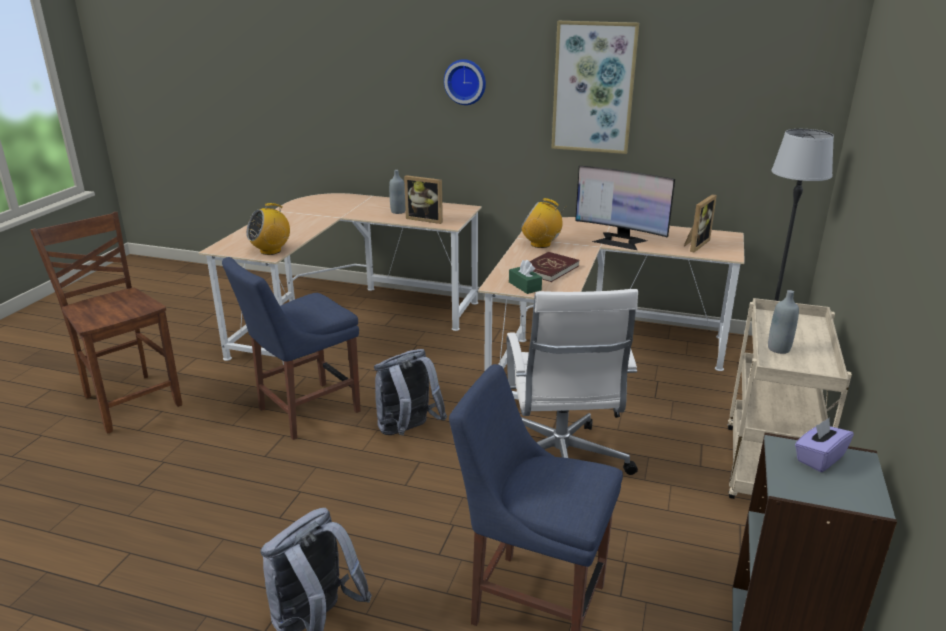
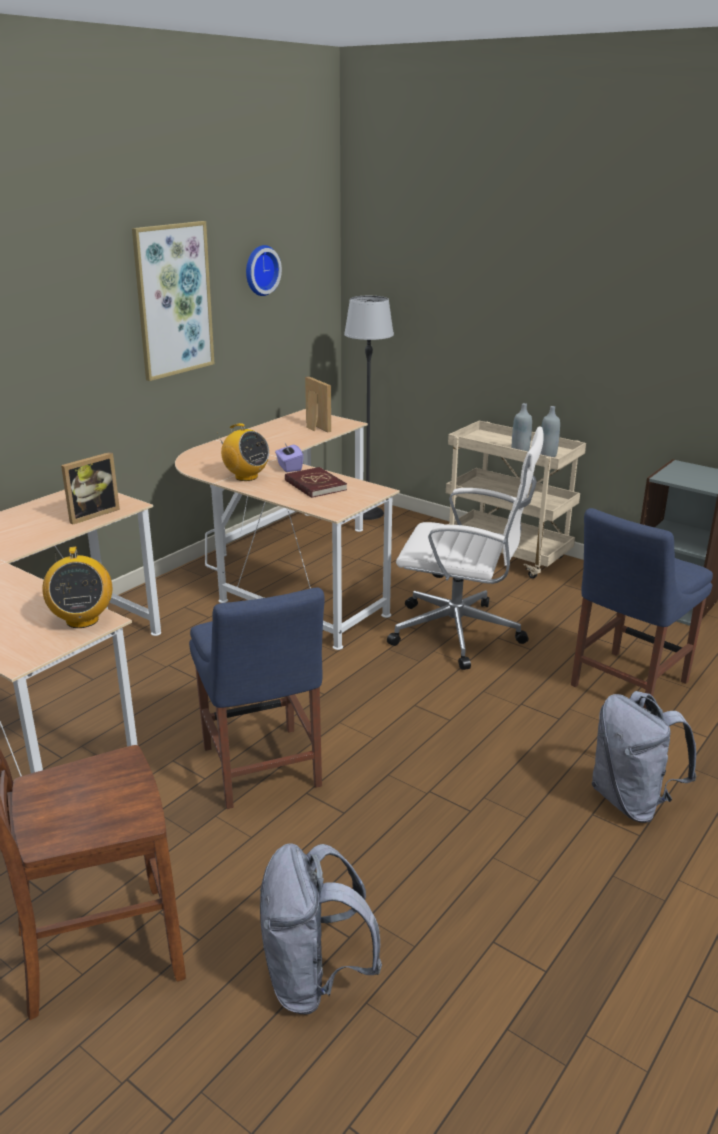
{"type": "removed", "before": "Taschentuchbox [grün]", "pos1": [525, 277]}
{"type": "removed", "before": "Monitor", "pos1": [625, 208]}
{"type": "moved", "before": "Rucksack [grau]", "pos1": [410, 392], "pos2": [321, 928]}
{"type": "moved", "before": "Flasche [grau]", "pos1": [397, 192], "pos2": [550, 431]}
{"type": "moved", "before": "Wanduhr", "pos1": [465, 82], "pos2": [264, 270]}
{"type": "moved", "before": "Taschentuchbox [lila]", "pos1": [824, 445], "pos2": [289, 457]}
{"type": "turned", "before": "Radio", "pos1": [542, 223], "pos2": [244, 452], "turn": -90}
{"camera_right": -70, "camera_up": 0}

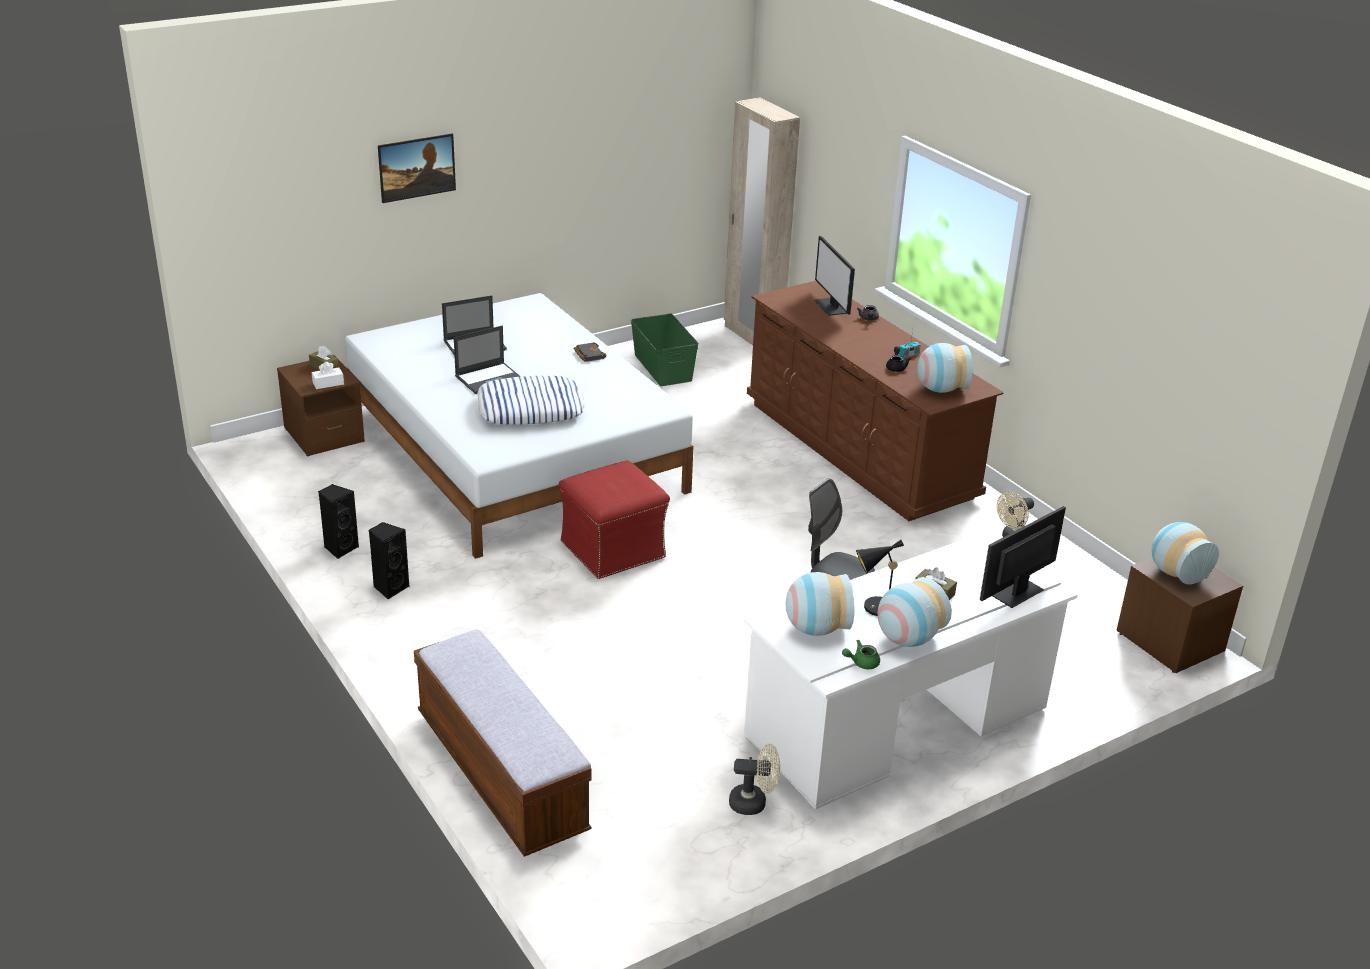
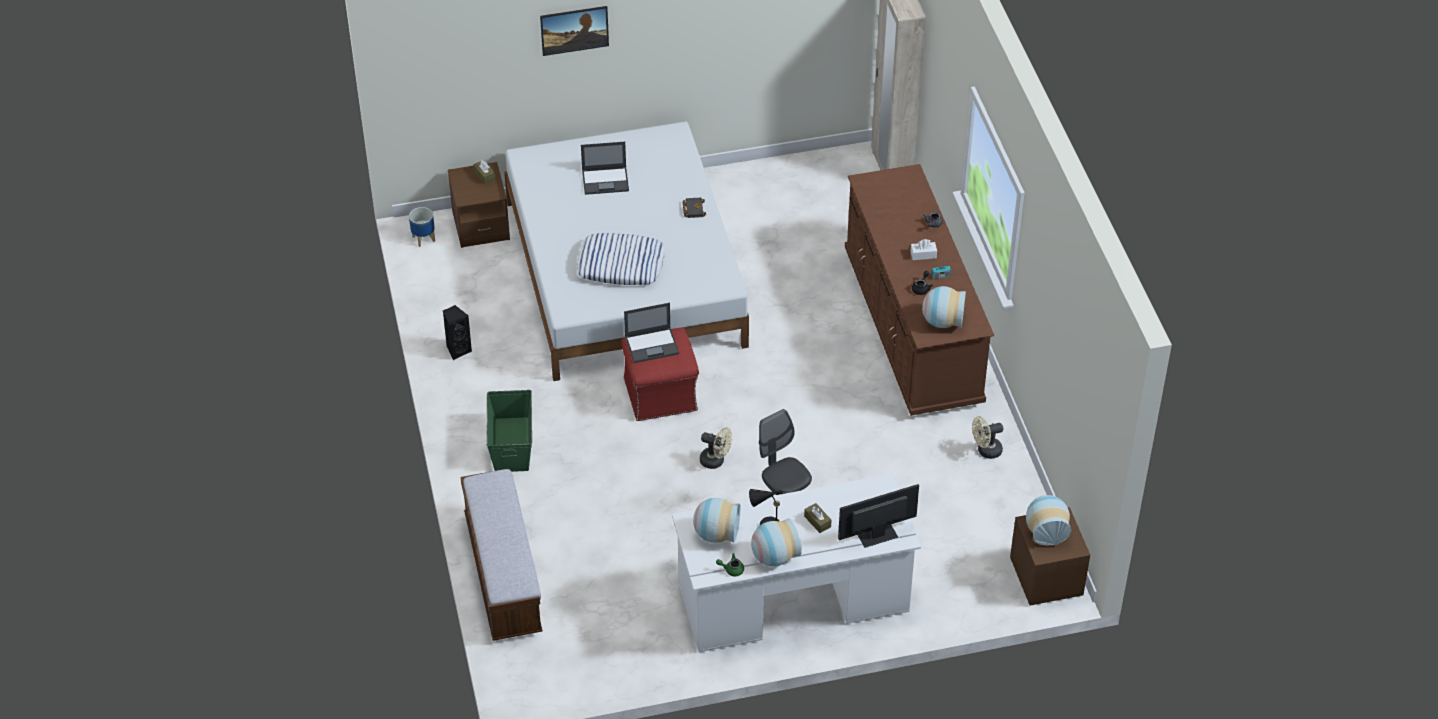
{"type": "removed", "before": "Lautsprecher [schwarz]", "pos1": [389, 561]}
{"type": "removed", "before": "Monitor", "pos1": [834, 276]}
{"type": "added", "after": "Pflanzkübel", "pos2": [422, 227]}
{"type": "moved", "before": "Taschentuchbox [weiß]", "pos1": [328, 375], "pos2": [924, 249]}
{"type": "moved", "before": "Laptop", "pos1": [487, 359], "pos2": [651, 333]}
{"type": "moved", "before": "Aufbewahrungsbox [grün]", "pos1": [665, 349], "pos2": [509, 431]}
{"type": "moved", "before": "Ventilator [beige]", "pos1": [754, 779], "pos2": [716, 448]}
{"camera_right": 20, "camera_up": 15}

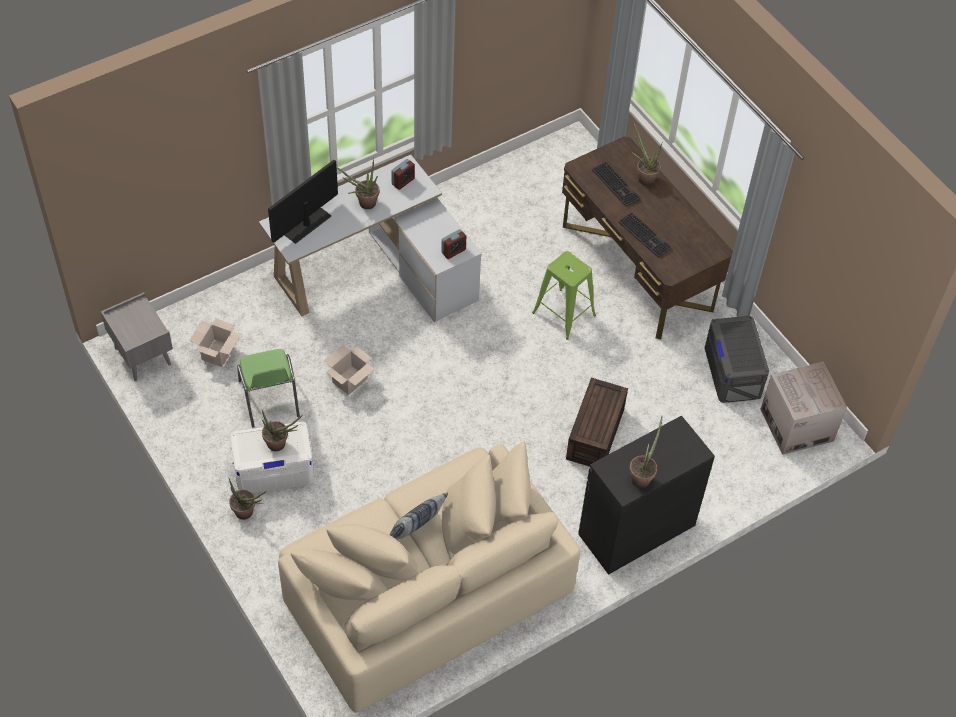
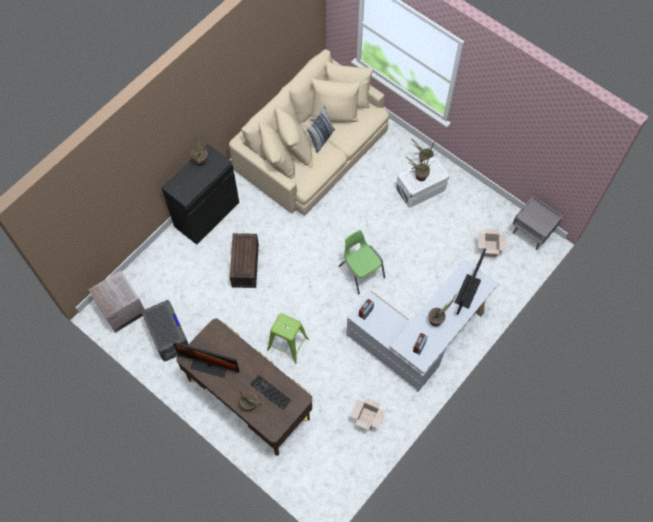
{"type": "removed", "before": "Tastatur", "pos1": [644, 235]}
{"type": "added", "after": "Monitor", "pos2": [206, 360]}
{"type": "moved", "before": "Stuhl [grün]", "pos1": [268, 388], "pos2": [362, 262]}
{"type": "moved", "before": "Karton", "pos1": [349, 369], "pos2": [368, 414]}
{"camera_right": 165, "camera_up": 10}

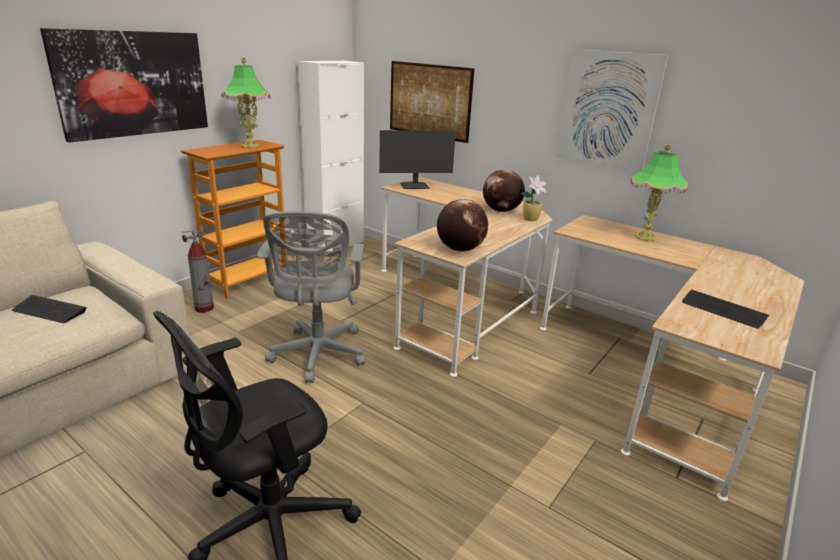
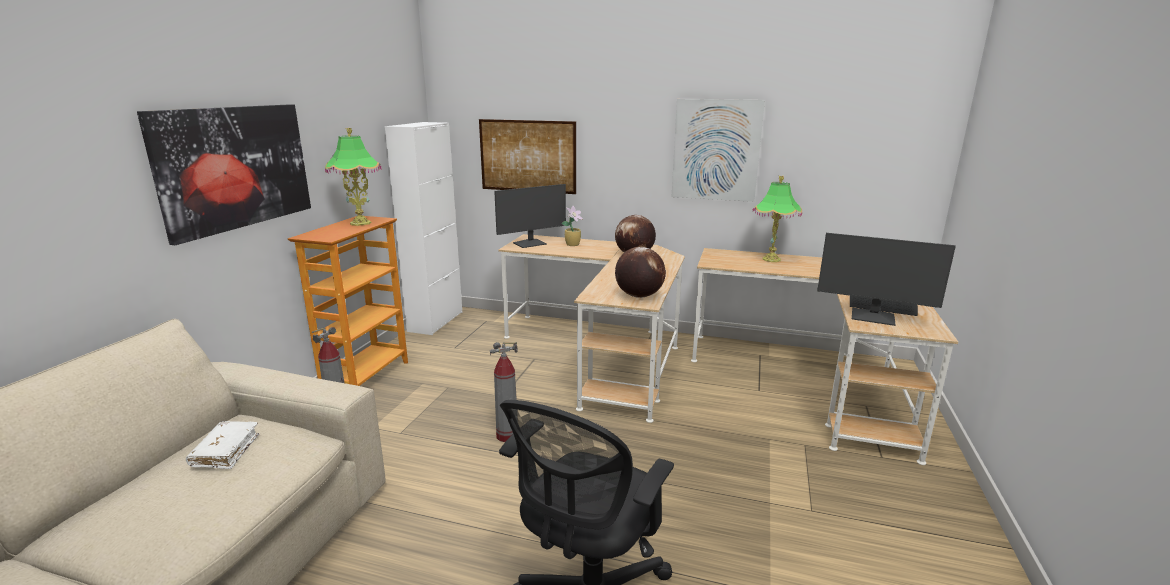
{"type": "added", "after": "Monitor", "pos2": [886, 279]}
{"type": "moved", "before": "Topfpflanze", "pos1": [534, 198], "pos2": [572, 226]}
{"type": "replaced", "before": "Tastatur", "after": "Buch [weiß]", "pos1": [49, 309], "pos2": [222, 445]}
{"type": "replaced", "before": "Bürostuhl [grau]", "after": "Feuerlöscher", "pos1": [311, 297], "pos2": [504, 392]}
{"camera_right": -20, "camera_up": -5}

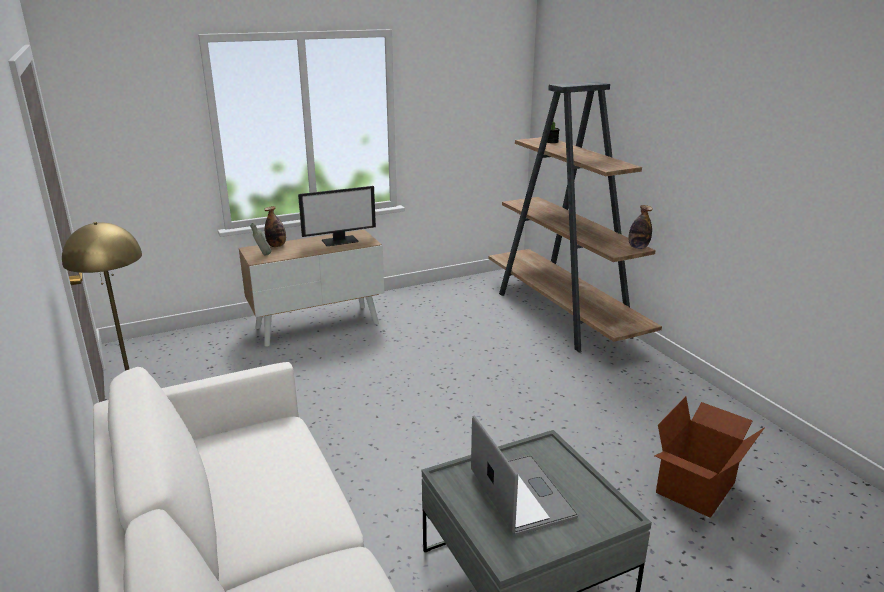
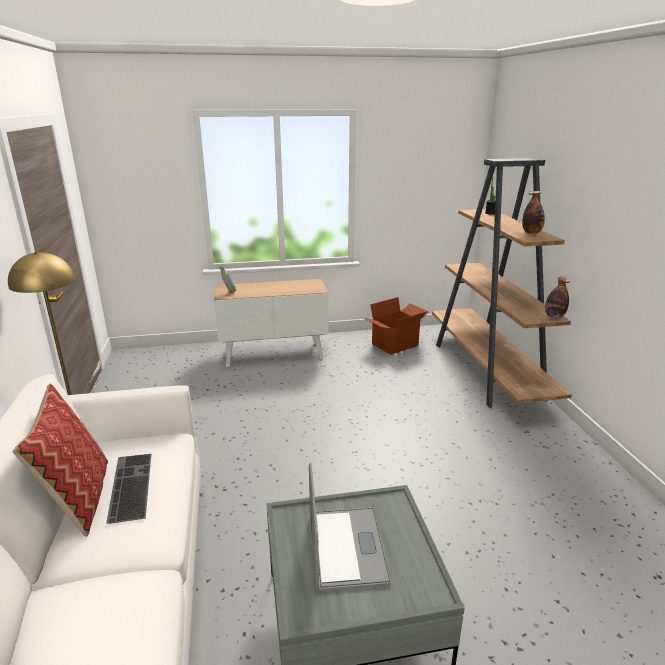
{"type": "removed", "before": "Monitor", "pos1": [337, 216]}
{"type": "added", "after": "Kissen", "pos2": [60, 460]}
{"type": "added", "after": "Tastatur", "pos2": [128, 489]}
{"type": "moved", "before": "Flasche", "pos1": [275, 226], "pos2": [533, 212]}
{"type": "moved", "before": "Karton", "pos1": [709, 457], "pos2": [396, 326]}
{"camera_right": 15, "camera_up": 0}

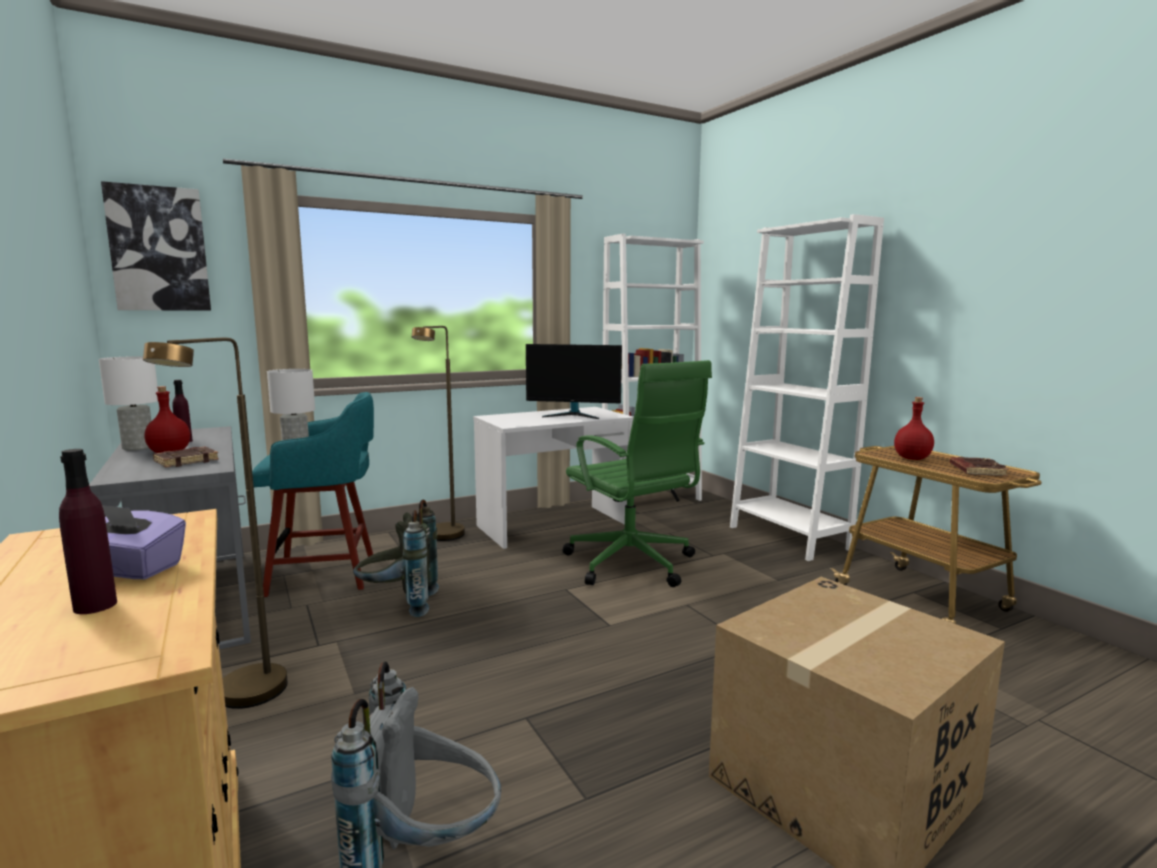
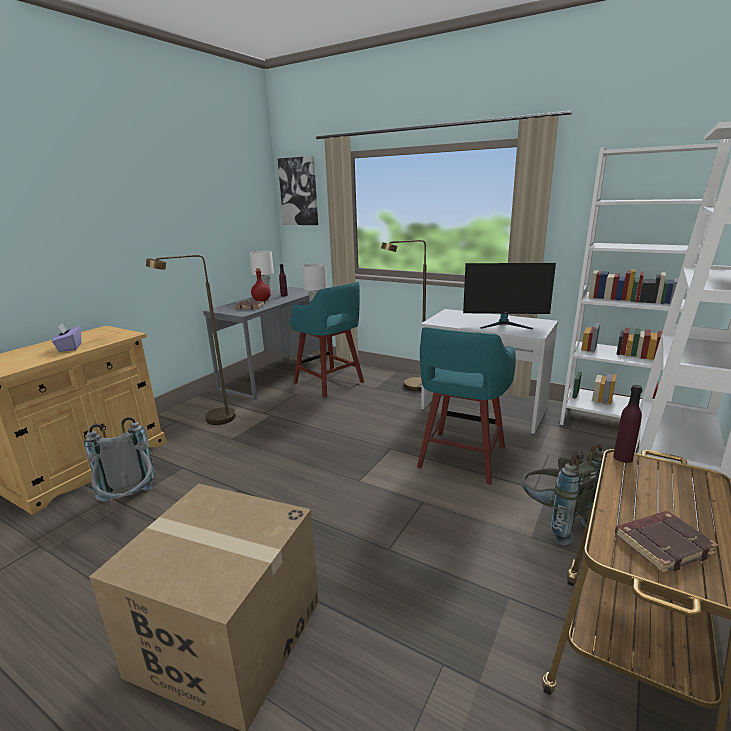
{"type": "removed", "before": "Flasche [rot]", "pos1": [914, 428]}
{"type": "moved", "before": "Flasche [lila]", "pos1": [88, 531], "pos2": [628, 424]}
{"type": "moved", "before": "Rucksack [grau]", "pos1": [396, 558], "pos2": [563, 494]}
{"type": "replaced", "before": "Bürostuhl [grün]", "after": "Hocker [türkis]", "pos1": [637, 473], "pos2": [466, 406]}
{"type": "turned", "before": "Monitor", "pos1": [574, 381], "pos2": [509, 296], "turn": -60}
{"camera_right": 60, "camera_up": 10}

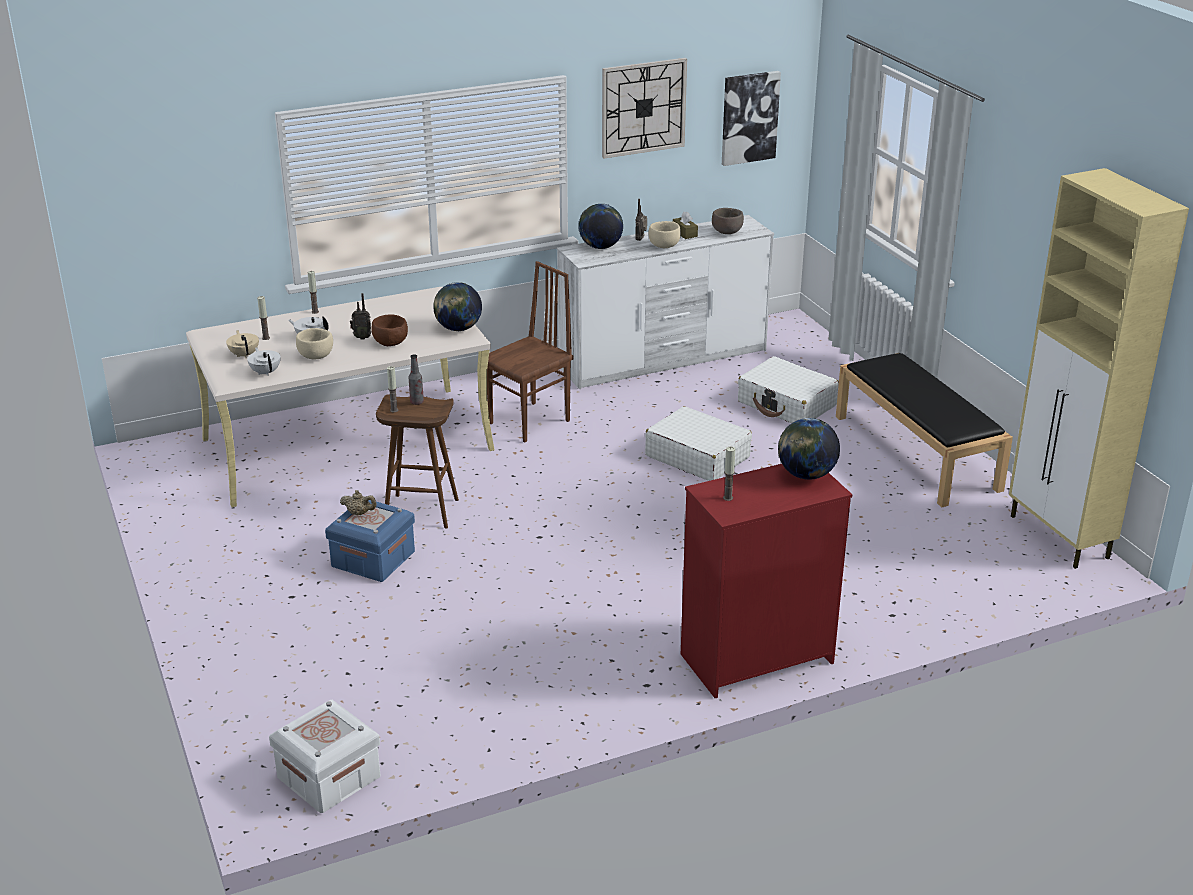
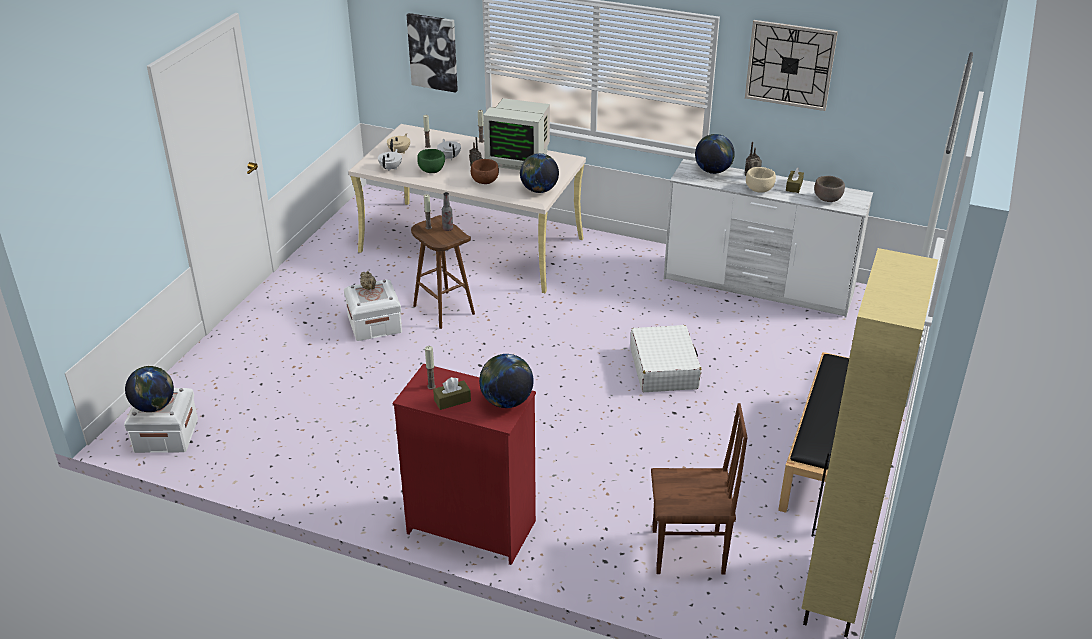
{"type": "removed", "before": "Koffer [weiß]", "pos1": [788, 389]}
{"type": "added", "after": "Globus", "pos2": [149, 389]}
{"type": "added", "after": "Taschentuchbox [braun]", "pos2": [452, 393]}
{"type": "added", "after": "Monitor", "pos2": [516, 134]}
{"type": "moved", "before": "Stuhl [braun]", "pos1": [530, 351], "pos2": [699, 489]}
{"type": "moved", "before": "Bild", "pos1": [751, 118], "pos2": [432, 53]}
{"type": "recoloured", "before": "Schüssel [beige]", "after": "Schüssel [grün]", "pos1": [314, 343], "pos2": [431, 161]}
{"type": "recoloured", "before": "Aufbewahrungsbox [blau]", "after": "Aufbewahrungsbox [weiß]", "pos1": [370, 541], "pos2": [373, 310]}
{"camera_right": 45, "camera_up": 5}

